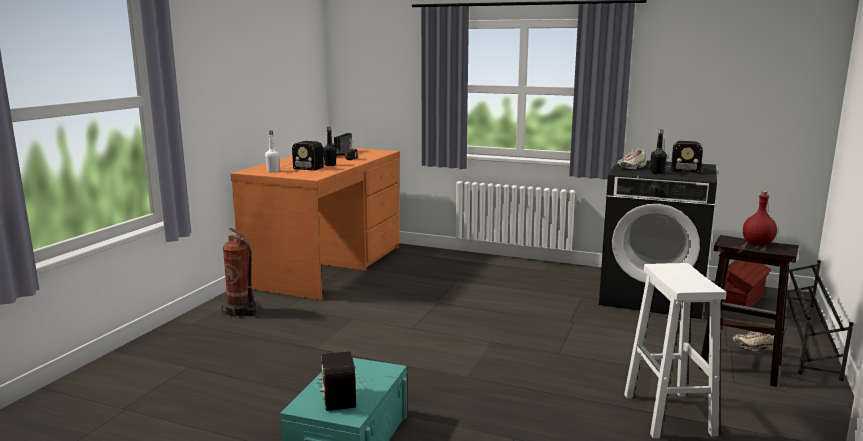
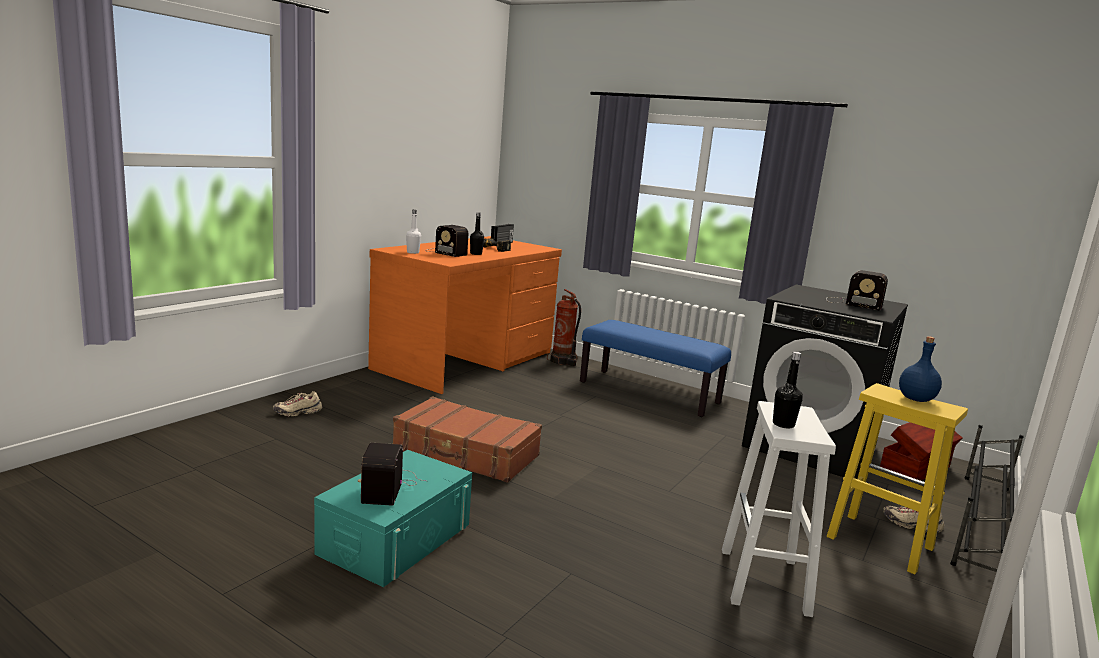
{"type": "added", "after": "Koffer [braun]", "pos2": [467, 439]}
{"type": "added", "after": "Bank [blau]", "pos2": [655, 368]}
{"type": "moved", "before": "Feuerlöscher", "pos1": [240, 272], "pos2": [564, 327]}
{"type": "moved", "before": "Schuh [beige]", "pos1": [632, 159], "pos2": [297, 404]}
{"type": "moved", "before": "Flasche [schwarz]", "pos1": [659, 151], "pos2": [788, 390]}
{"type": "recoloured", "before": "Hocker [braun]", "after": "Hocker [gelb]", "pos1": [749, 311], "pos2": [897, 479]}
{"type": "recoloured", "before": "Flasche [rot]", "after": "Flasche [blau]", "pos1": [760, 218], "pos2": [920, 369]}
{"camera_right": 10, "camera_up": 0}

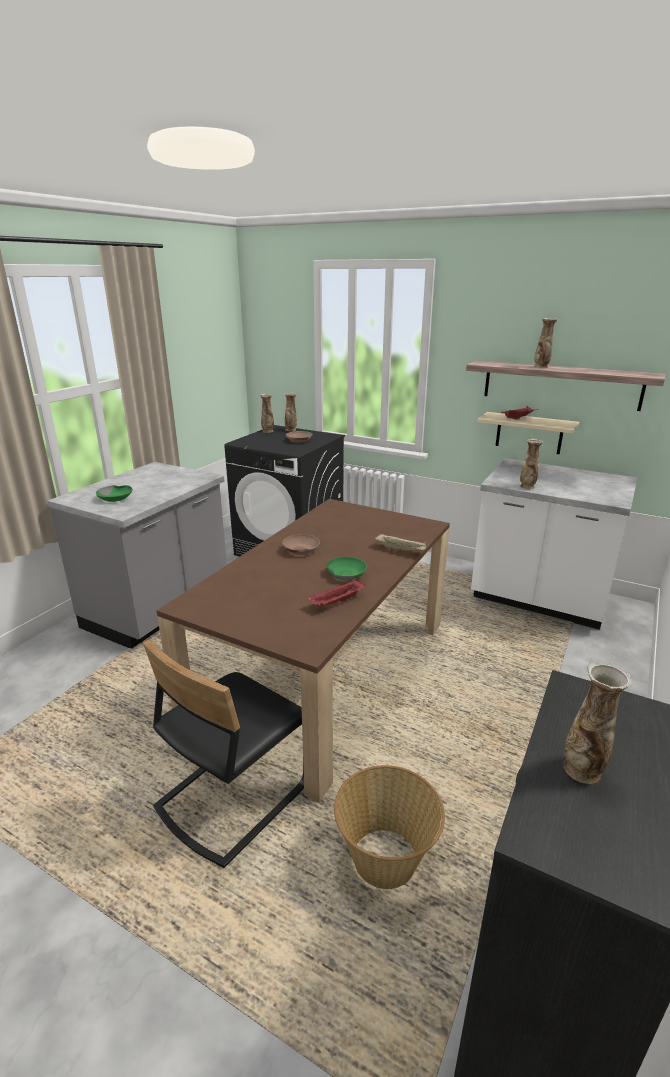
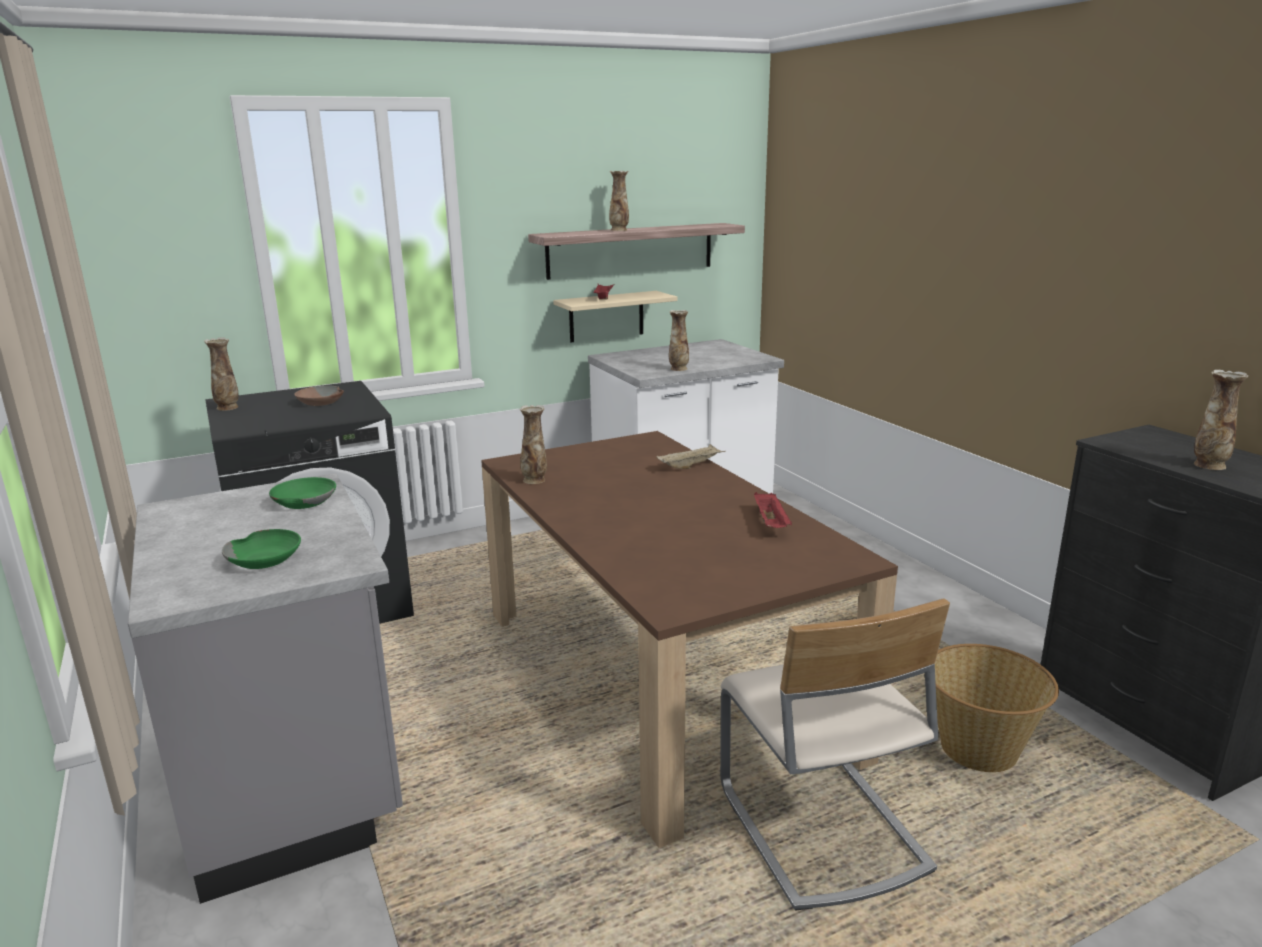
{"type": "removed", "before": "Schüssel [braun]", "pos1": [301, 544]}
{"type": "moved", "before": "Vase", "pos1": [291, 412], "pos2": [533, 444]}
{"type": "moved", "before": "Schüssel [grün]", "pos1": [346, 568], "pos2": [302, 493]}
{"type": "recoloured", "before": "Stuhl [schwarz]", "after": "Stuhl [beige]", "pos1": [223, 754], "pos2": [835, 755]}
{"camera_right": -55, "camera_up": -5}

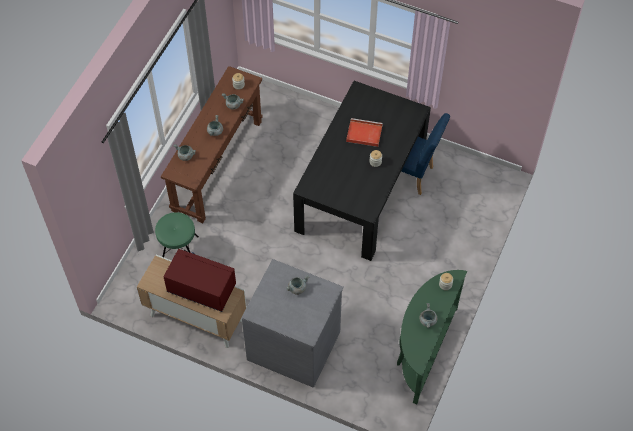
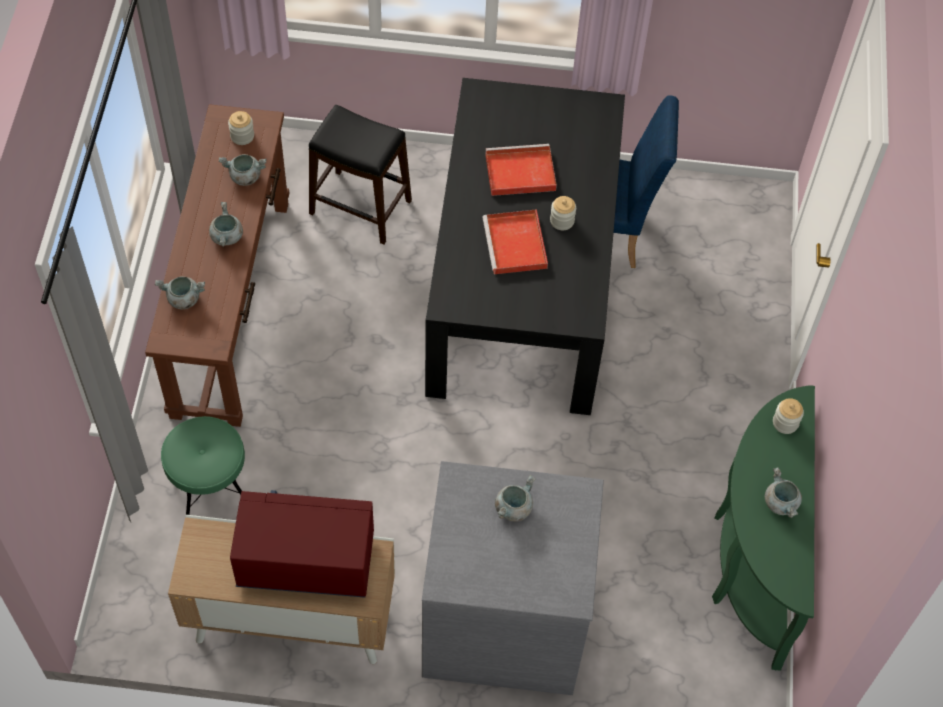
{"type": "added", "after": "Hocker [schwarz]", "pos2": [360, 175]}
{"type": "added", "after": "Tablett [rot]", "pos2": [515, 241]}
{"camera_right": -20, "camera_up": 0}

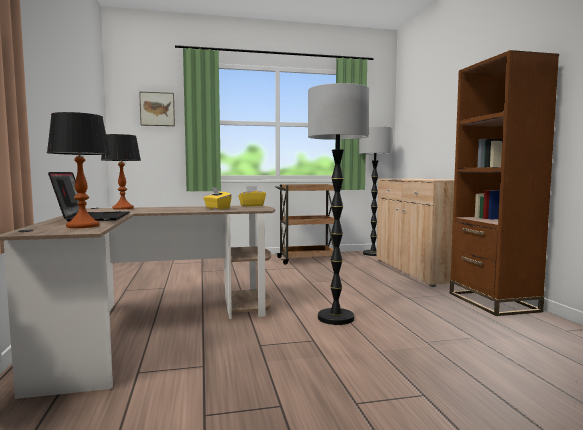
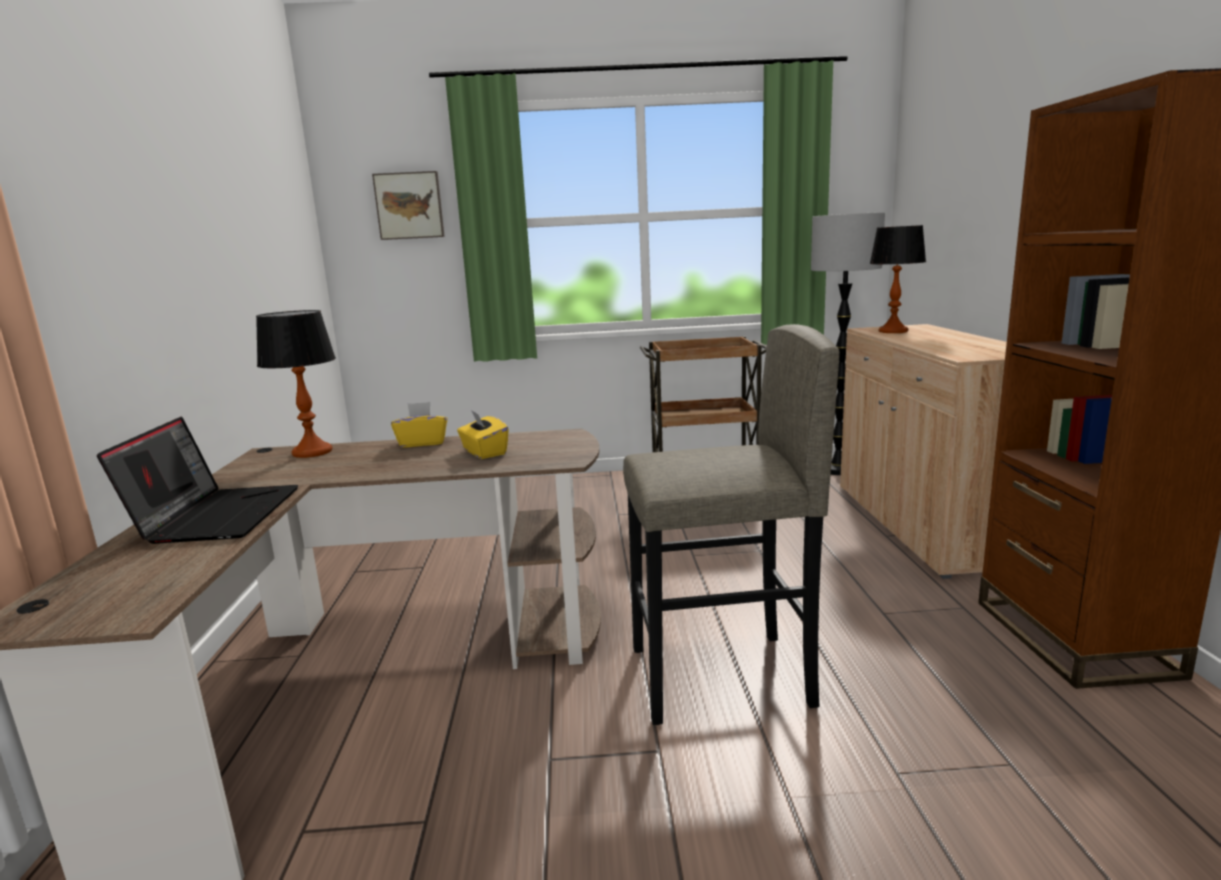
{"type": "moved", "before": "Tischlampe", "pos1": [78, 170], "pos2": [897, 279]}
{"type": "moved", "before": "Taschentuchbox [gelb]", "pos1": [252, 196], "pos2": [419, 424]}
{"type": "replaced", "before": "Stehlampe", "after": "Hocker [grau]", "pos1": [338, 204], "pos2": [731, 524]}
{"camera_right": 10, "camera_up": 10}

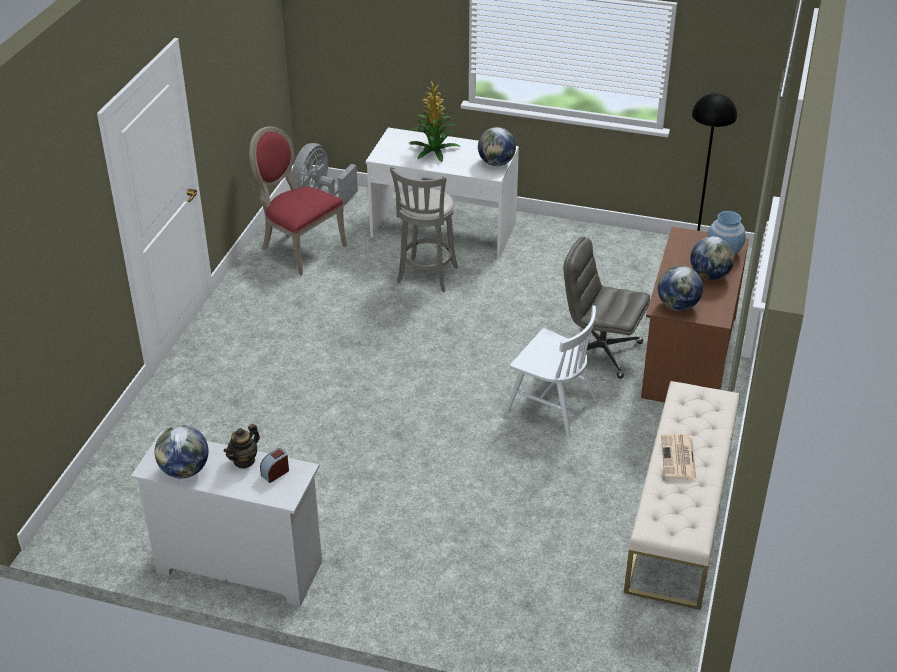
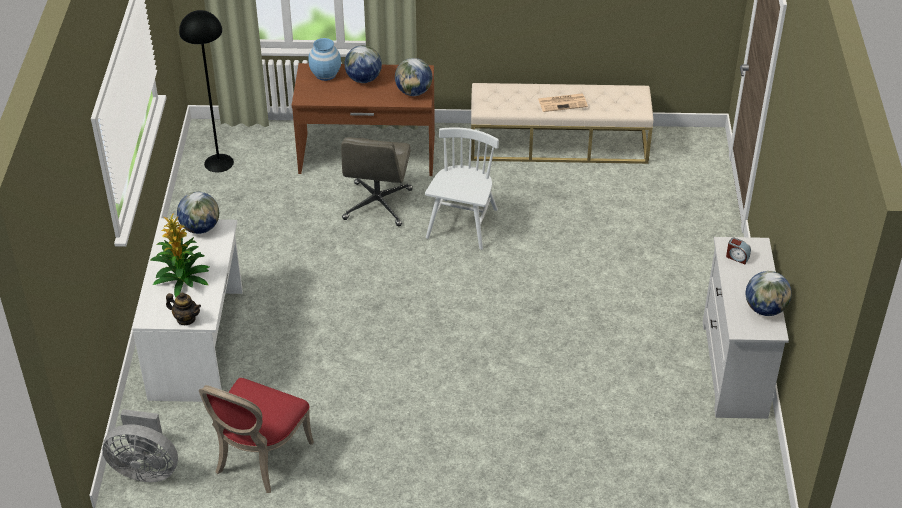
{"type": "removed", "before": "Hocker [grau]", "pos1": [424, 229]}
{"type": "moved", "before": "Teekanne", "pos1": [242, 446], "pos2": [183, 308]}
{"camera_right": -105, "camera_up": 5}

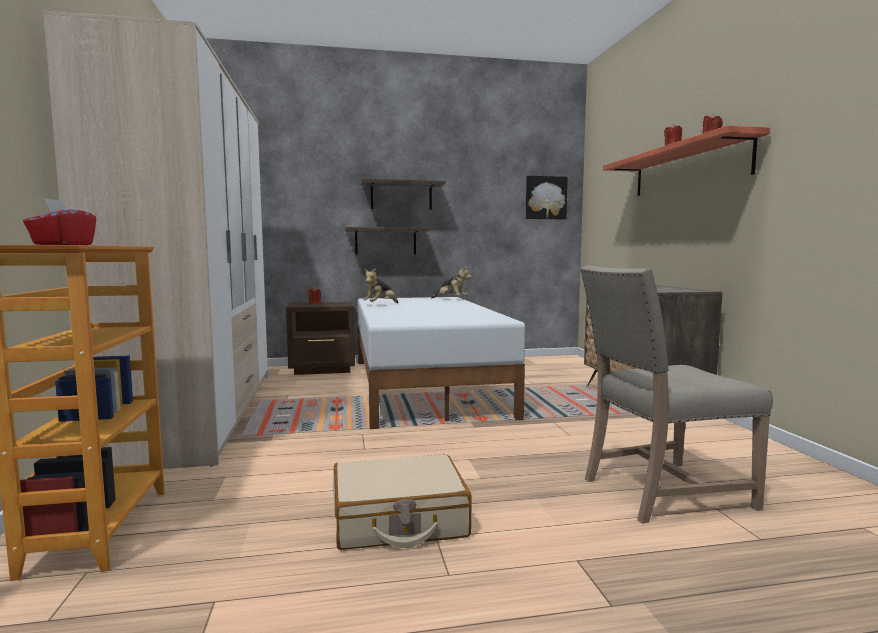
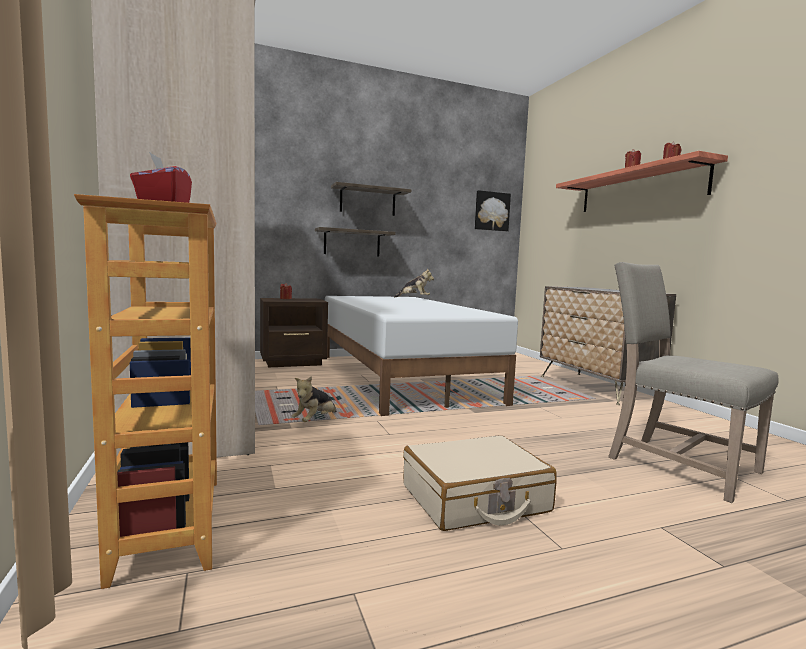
{"type": "moved", "before": "Plüschtier", "pos1": [380, 285], "pos2": [314, 399]}
{"type": "turned", "before": "Stuhl [beige]", "pos1": [676, 395], "pos2": [693, 382], "turn": 75}
{"camera_right": -10, "camera_up": 0}

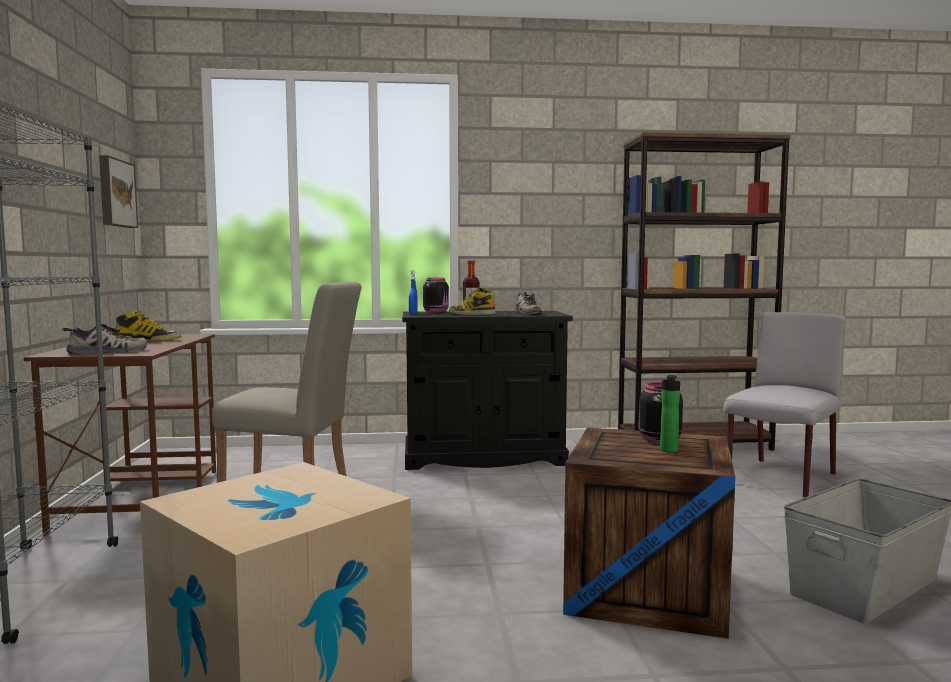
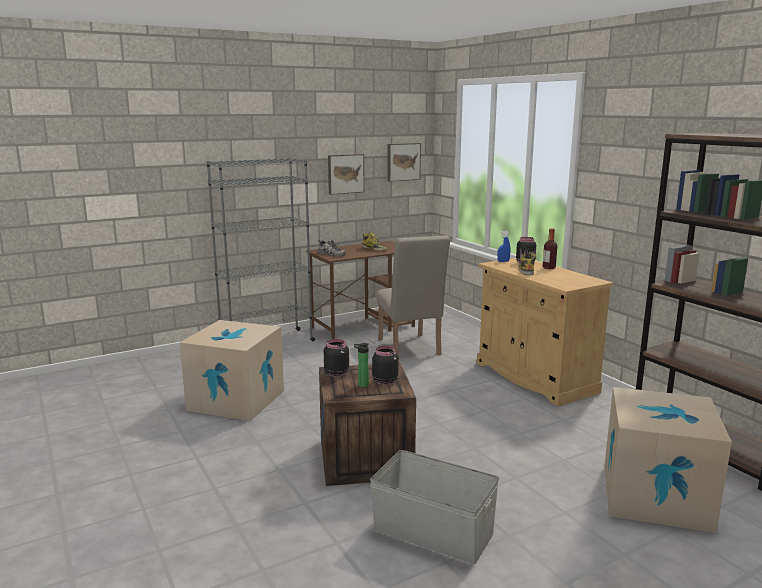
{"type": "removed", "before": "Schuh", "pos1": [528, 303]}
{"type": "added", "after": "Vorratsglas [schwarz]", "pos2": [336, 358]}
{"type": "added", "after": "Bild", "pos2": [346, 174]}
{"type": "replaced", "before": "Stuhl [grau]", "after": "Karton", "pos1": [785, 405], "pos2": [668, 460]}
{"type": "recoloured", "before": "Schrank [schwarz]", "after": "Schrank [beige]", "pos1": [487, 390], "pos2": [545, 332]}
{"camera_right": 65, "camera_up": 10}

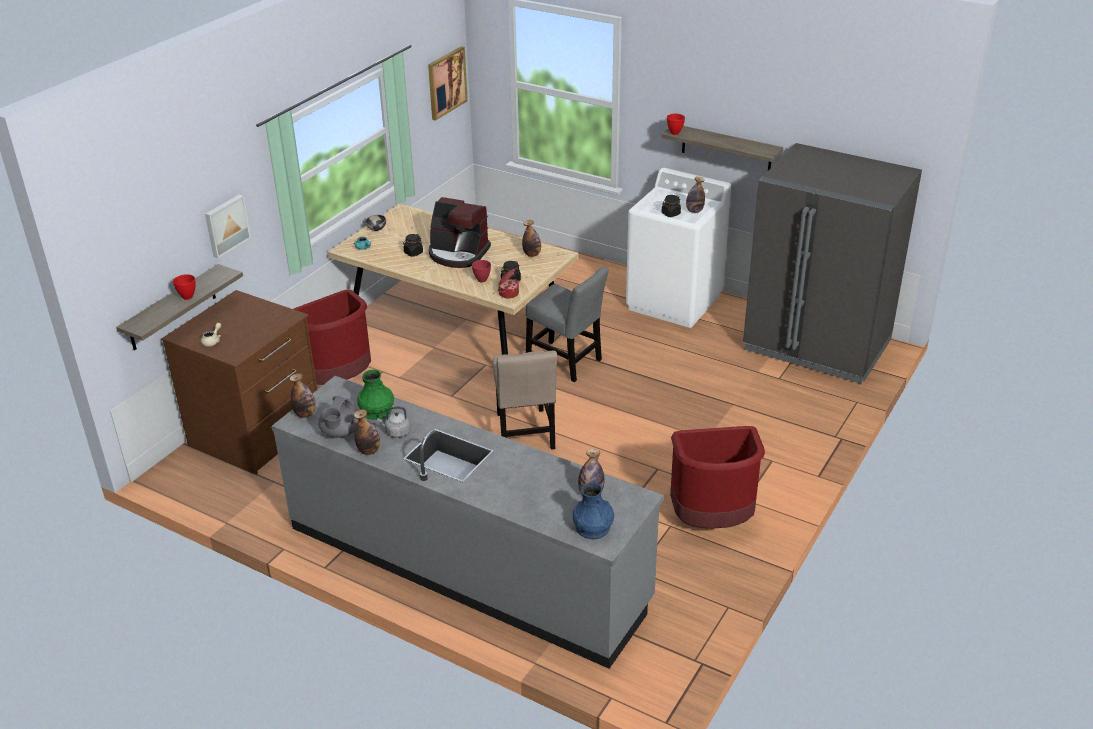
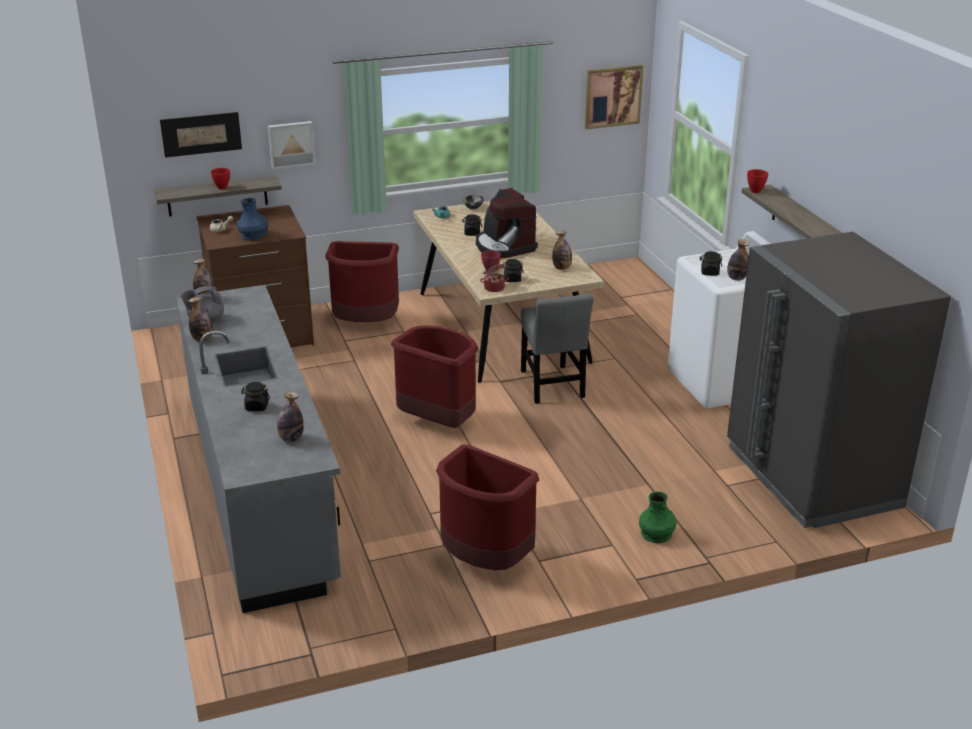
{"type": "removed", "before": "Wasserkessel [grau]", "pos1": [394, 422]}
{"type": "added", "after": "Bild", "pos2": [201, 135]}
{"type": "added", "after": "Vorratsglas [schwarz]", "pos2": [255, 396]}
{"type": "moved", "before": "Vase [grün]", "pos1": [375, 395], "pos2": [658, 517]}
{"type": "moved", "before": "Vase [blau]", "pos1": [593, 511], "pos2": [253, 219]}
{"type": "replaced", "before": "Stuhl [beige]", "after": "Mülleimer [rot]", "pos1": [525, 400], "pos2": [434, 376]}
{"camera_right": 40, "camera_up": -5}

